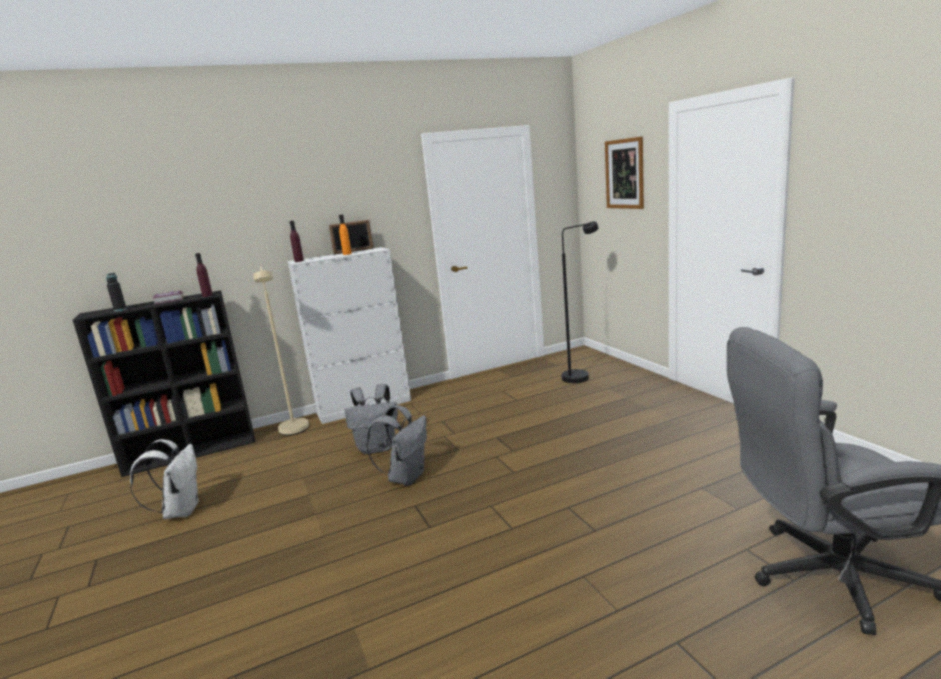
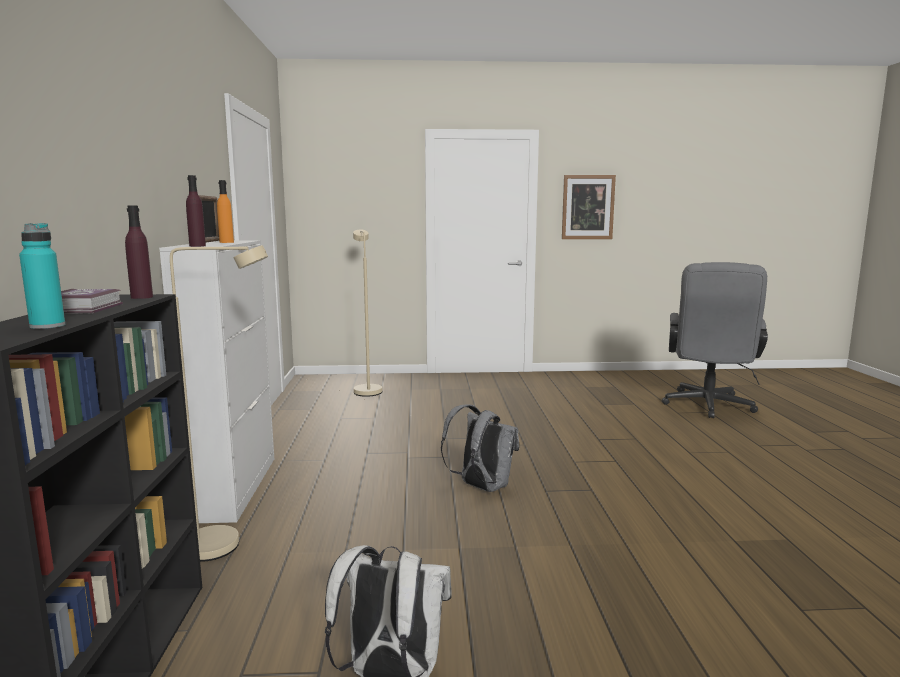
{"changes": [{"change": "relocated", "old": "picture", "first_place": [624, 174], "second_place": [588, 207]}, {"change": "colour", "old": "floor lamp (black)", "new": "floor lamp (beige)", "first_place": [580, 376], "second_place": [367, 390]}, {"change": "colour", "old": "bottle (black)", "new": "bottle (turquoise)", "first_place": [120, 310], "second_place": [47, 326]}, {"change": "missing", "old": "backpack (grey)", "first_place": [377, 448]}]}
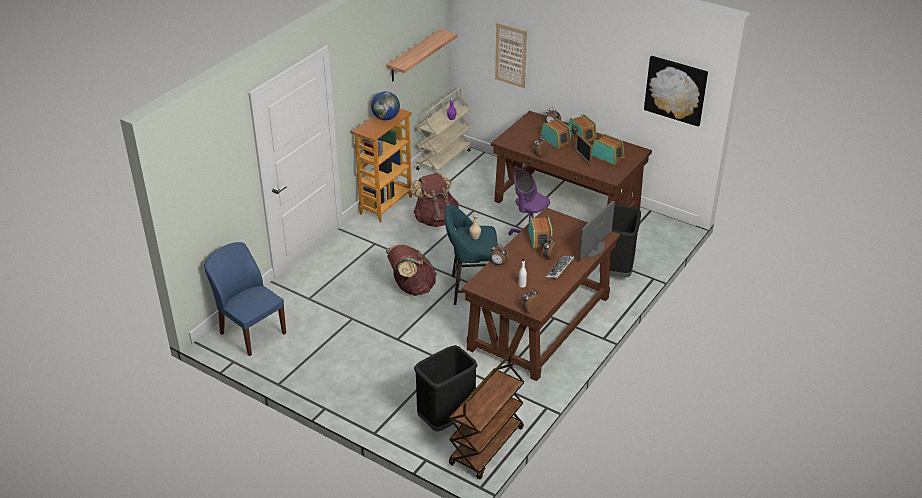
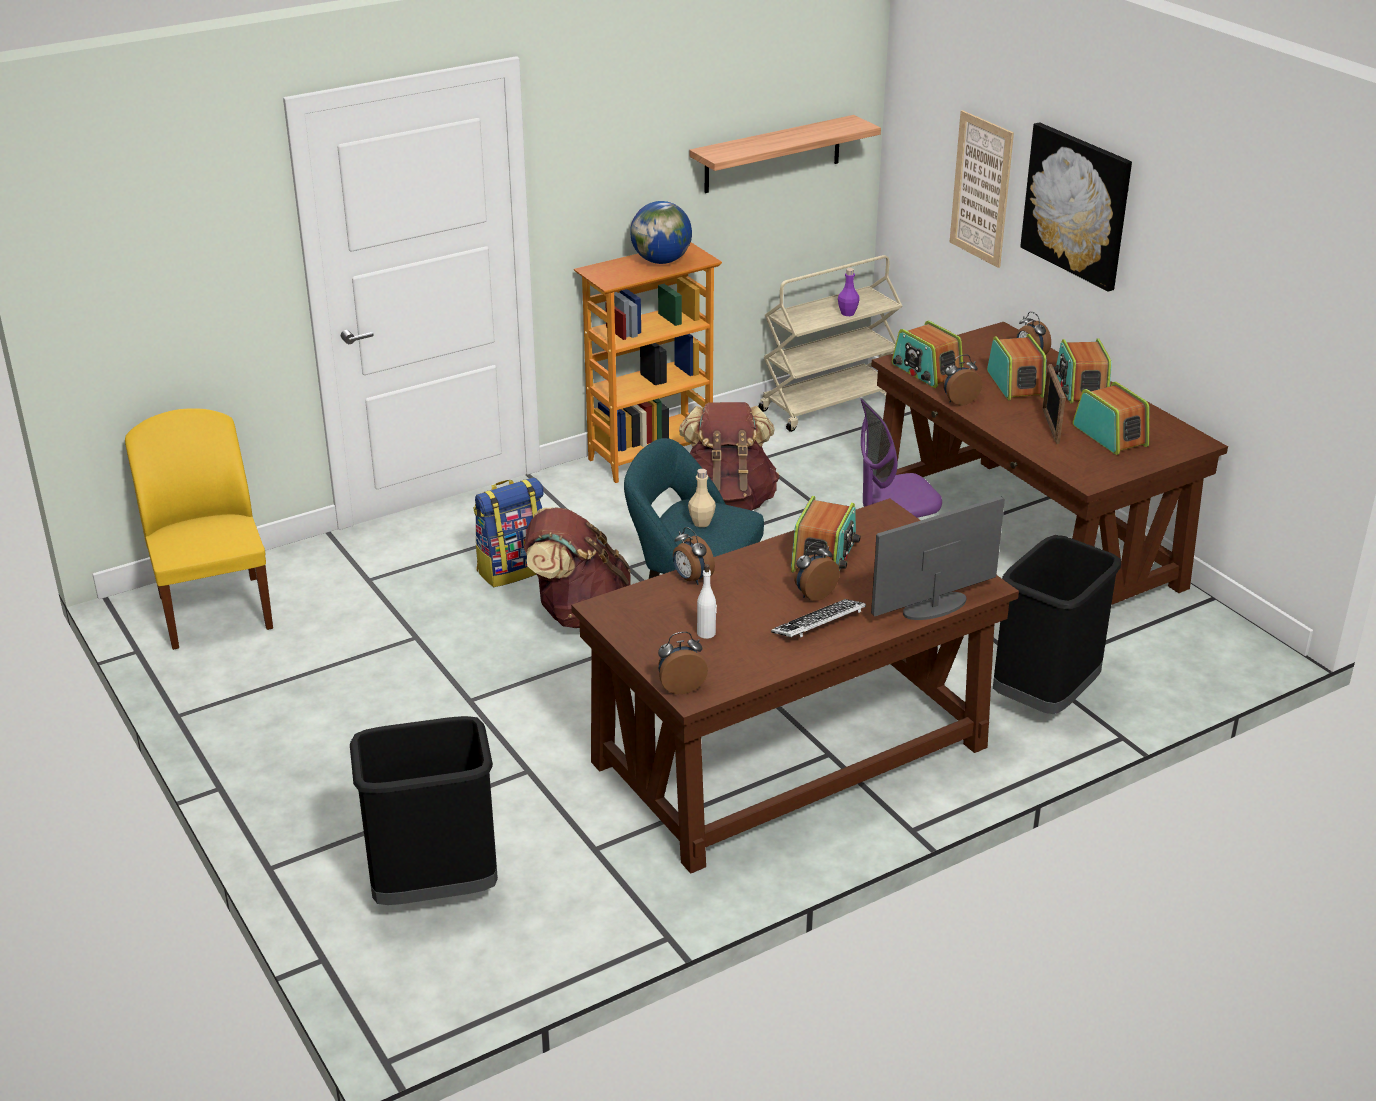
{"changes": [{"change": "relocated", "old": "picture", "first_place": [676, 90], "second_place": [1077, 205]}, {"change": "colour", "old": "chair (blue)", "new": "chair (yellow)", "first_place": [252, 332], "second_place": [215, 610]}, {"change": "missing", "old": "cart (brown)", "first_place": [487, 447]}, {"change": "appeared", "new": "radio", "second_place": [926, 371]}, {"change": "appeared", "new": "backpack", "second_place": [513, 569]}]}
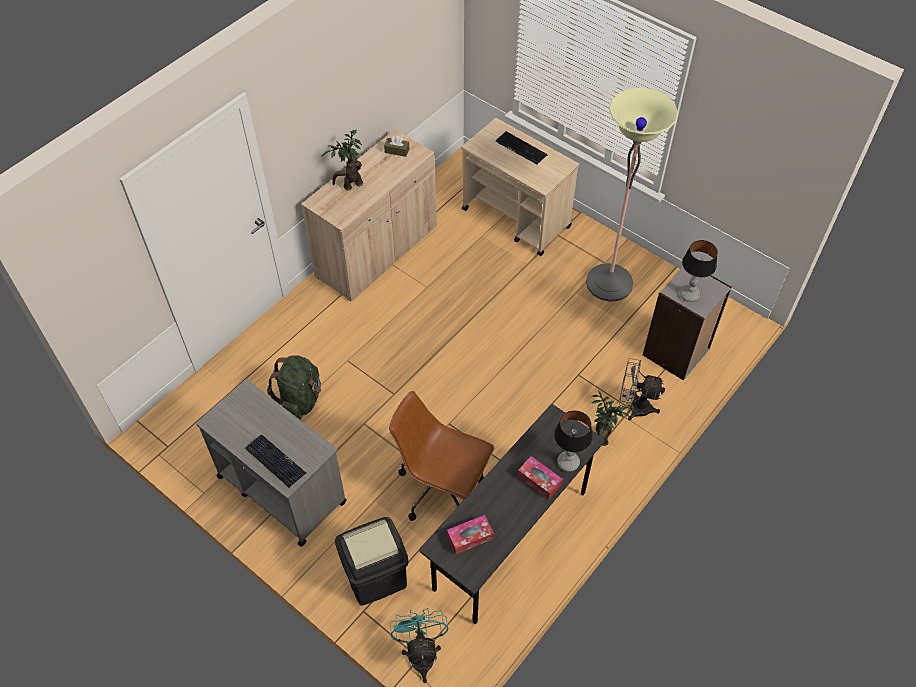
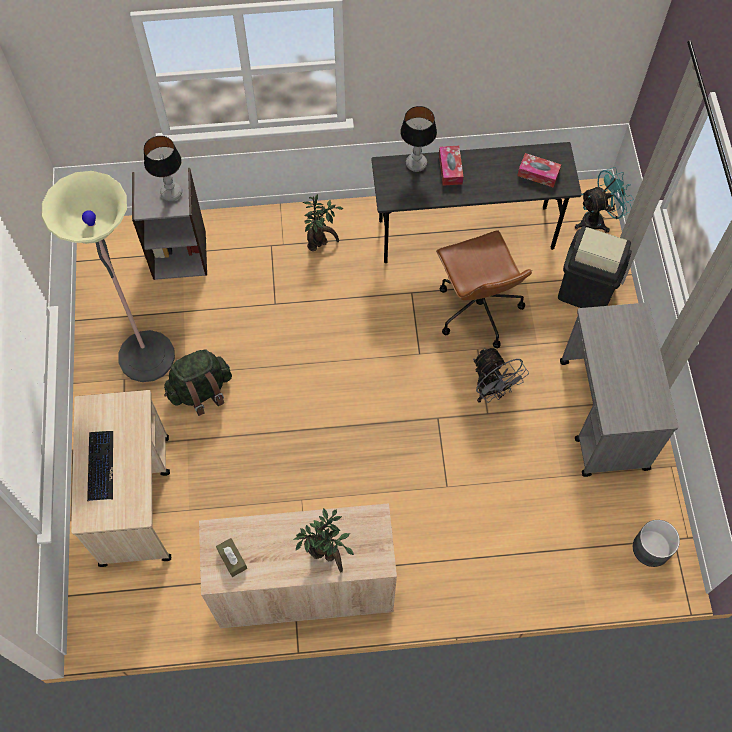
{"changes": [{"change": "relocated", "old": "backpack (green)", "first_place": [300, 400], "second_place": [201, 391]}, {"change": "relocated", "old": "fan (grey)", "first_place": [634, 407], "second_place": [491, 391]}, {"change": "missing", "old": "keyboard", "first_place": [275, 461]}, {"change": "spun", "old": "fan (turquoise)", "first_place": [421, 653], "second_place": [597, 219], "degrees": -150}, {"change": "appeared", "new": "planter (grey)", "second_place": [651, 549]}]}
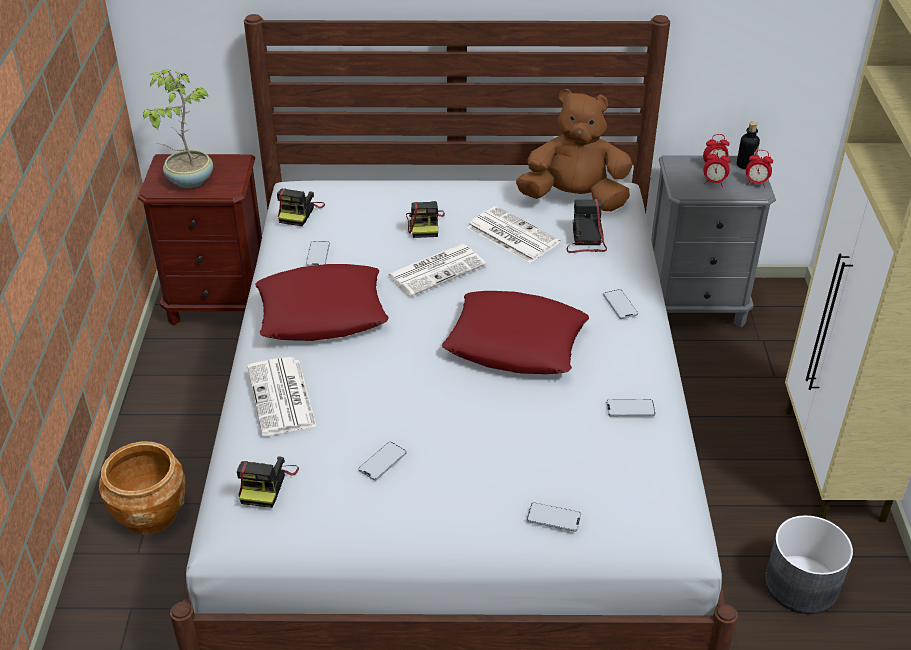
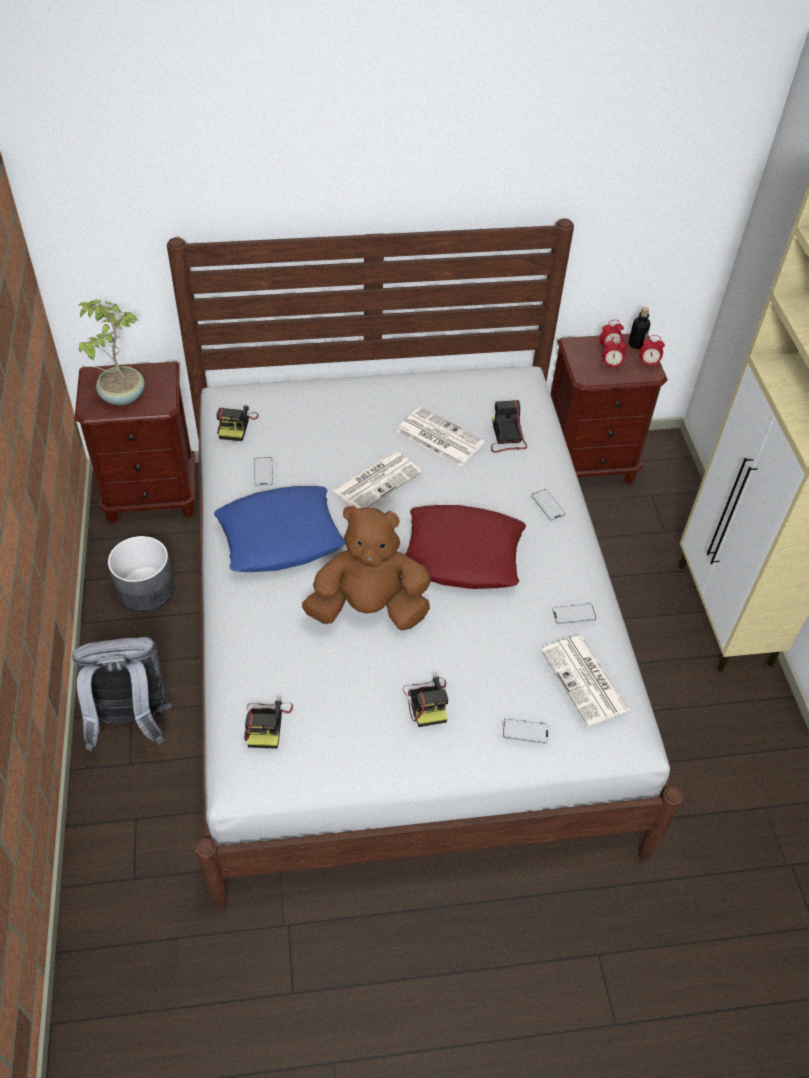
{"changes": [{"change": "relocated", "old": "plush toy (brown)", "first_place": [574, 199], "second_place": [369, 609]}, {"change": "colour", "old": "nightstand (grey)", "new": "nightstand (brown)", "first_place": [695, 305], "second_place": [588, 464]}, {"change": "relocated", "old": "photo camera", "first_place": [425, 224], "second_place": [427, 702]}, {"change": "colour", "old": "pillow (red)", "new": "pillow (blue)", "first_place": [322, 312], "second_place": [280, 536]}, {"change": "relocated", "old": "newspaper", "first_place": [282, 398], "second_place": [586, 681]}, {"change": "exchanged", "old": "planter (brown)", "new": "backpack (grey)", "first_place": [149, 514], "second_place": [132, 723]}, {"change": "missing", "old": "phone", "first_place": [382, 461]}, {"change": "relocated", "old": "planter (grey)", "first_place": [802, 585], "second_place": [146, 589]}]}
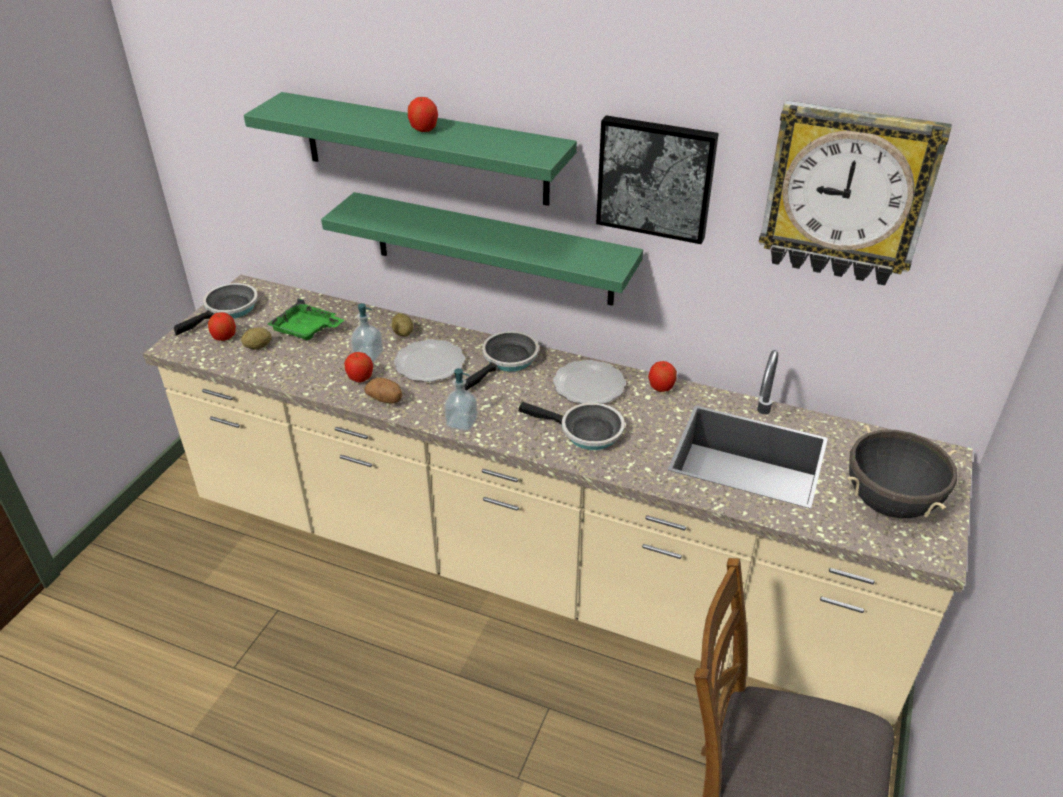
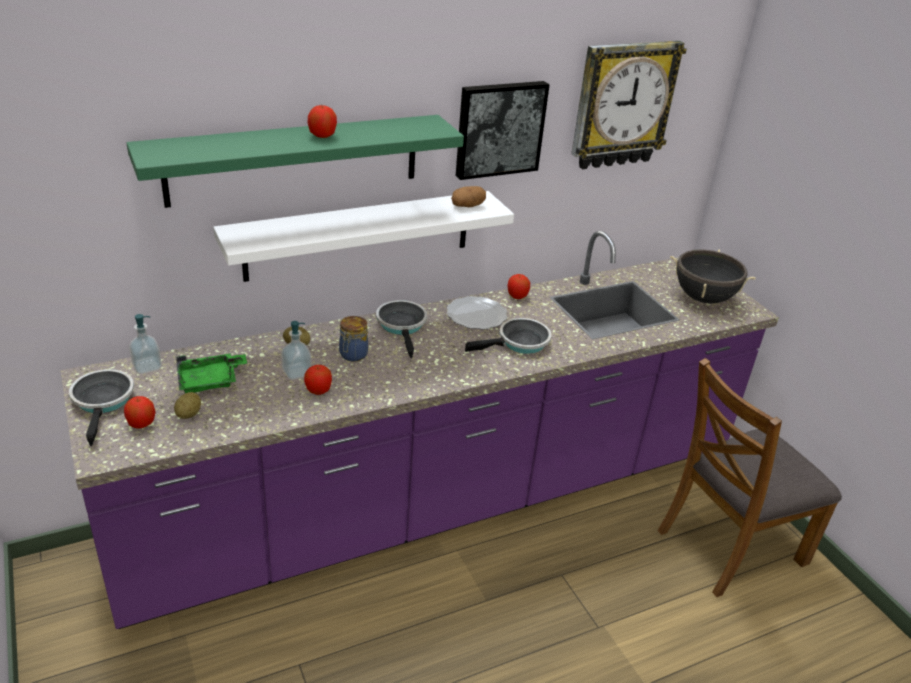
{"changes": [{"change": "colour", "old": "shelf (green)", "new": "shelf (white)", "first_place": [492, 249], "second_place": [359, 235]}, {"change": "colour", "old": "counter (beige)", "new": "counter (purple)", "first_place": [531, 568], "second_place": [441, 502]}, {"change": "exchanged", "old": "plate", "new": "jar", "first_place": [429, 364], "second_place": [352, 355]}, {"change": "relocated", "old": "soap dispenser", "first_place": [461, 423], "second_place": [147, 367]}, {"change": "relocated", "old": "potato", "first_place": [385, 399], "second_place": [467, 206]}]}
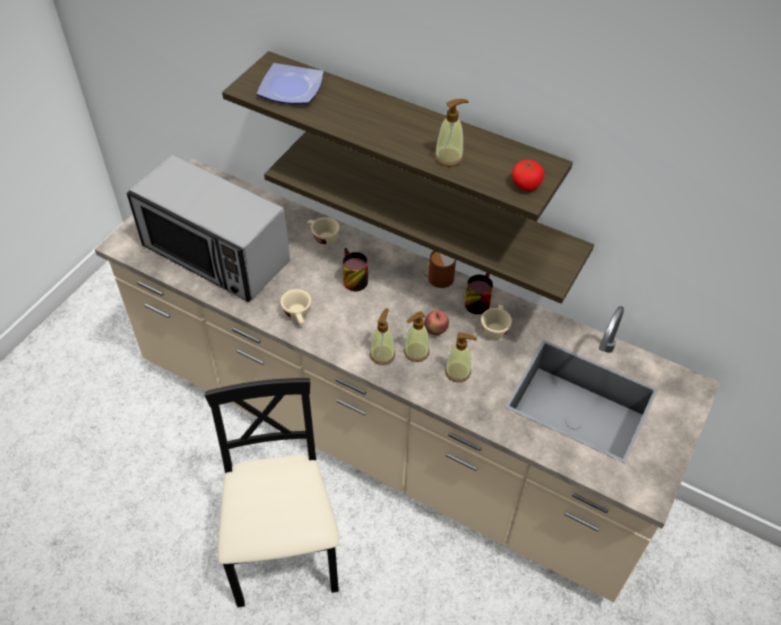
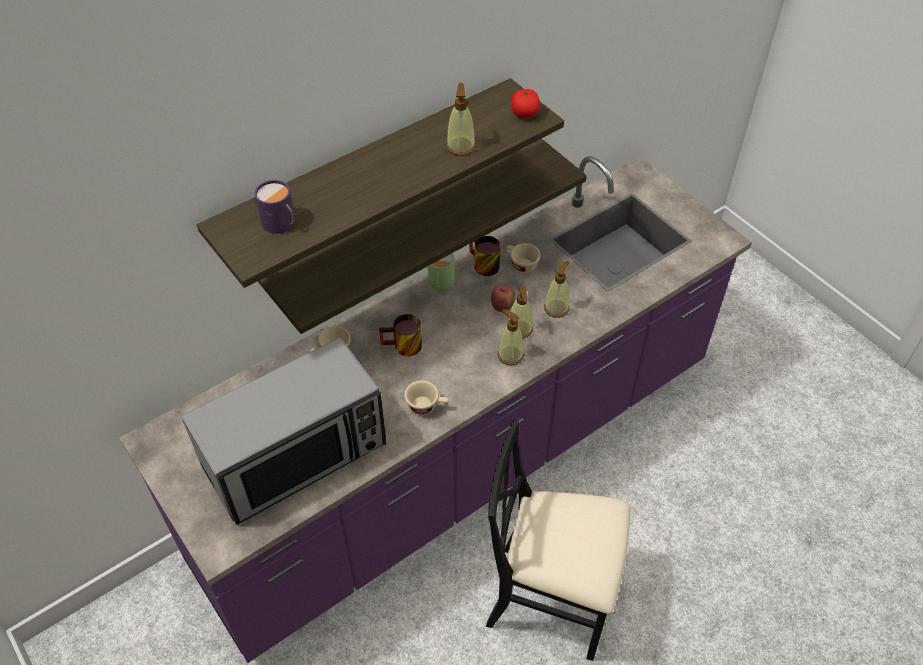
{"changes": [{"change": "exchanged", "old": "plate", "new": "mug (purple)", "first_place": [291, 89], "second_place": [281, 223]}, {"change": "colour", "old": "counter (beige)", "new": "counter (purple)", "first_place": [387, 434], "second_place": [461, 461]}, {"change": "colour", "old": "mug (brown)", "new": "mug (green)", "first_place": [437, 278], "second_place": [440, 282]}]}
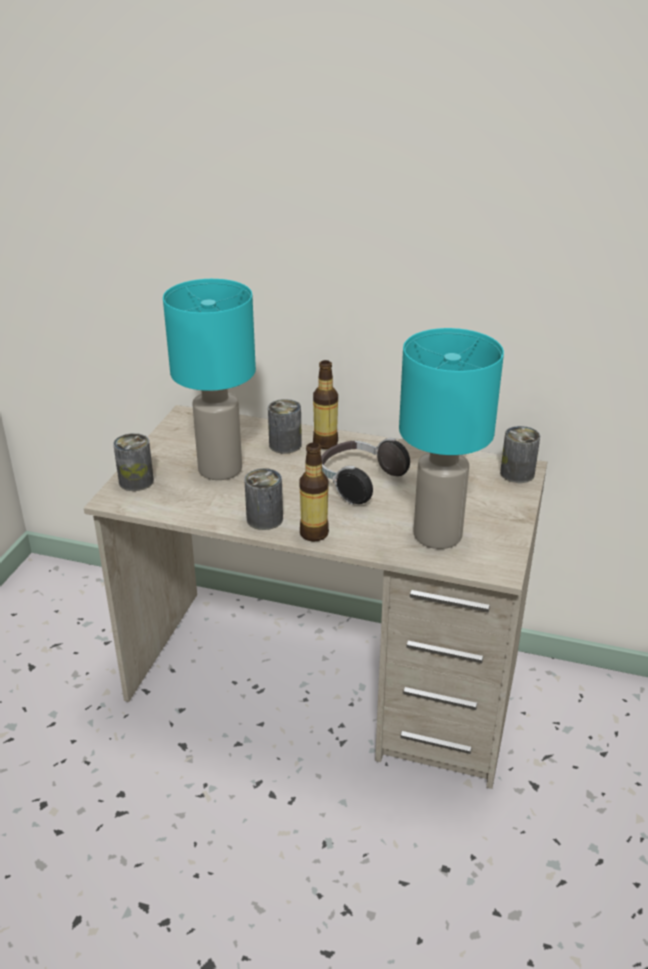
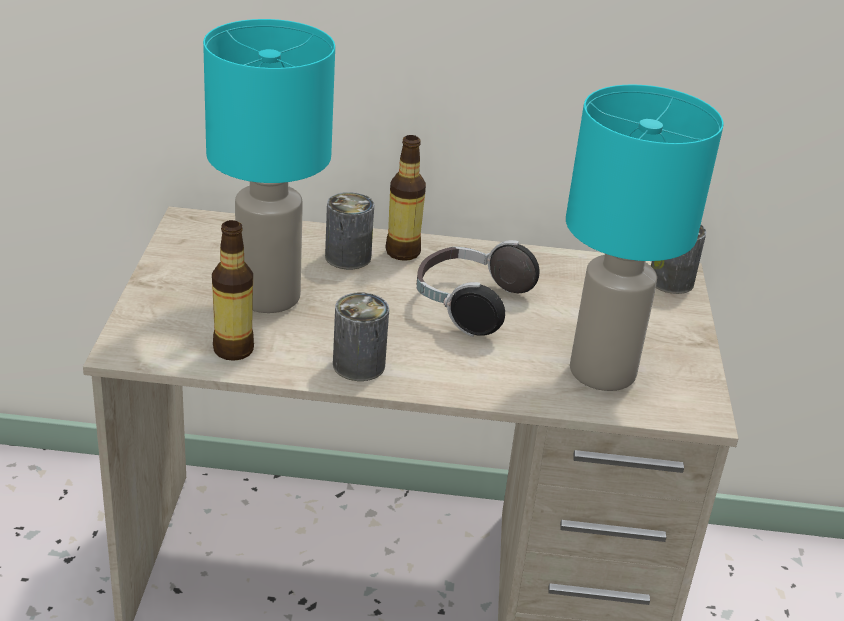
{"changes": [{"change": "missing", "old": "can", "first_place": [136, 481]}, {"change": "relocated", "old": "bottle", "first_place": [314, 533], "second_place": [233, 350]}]}
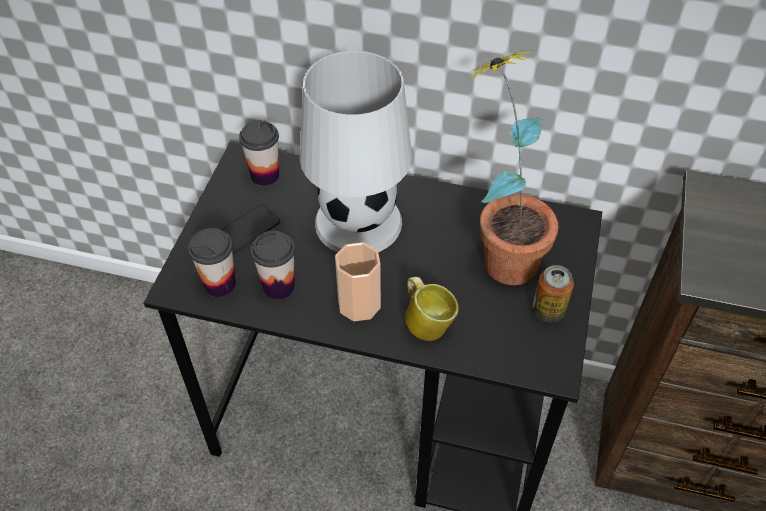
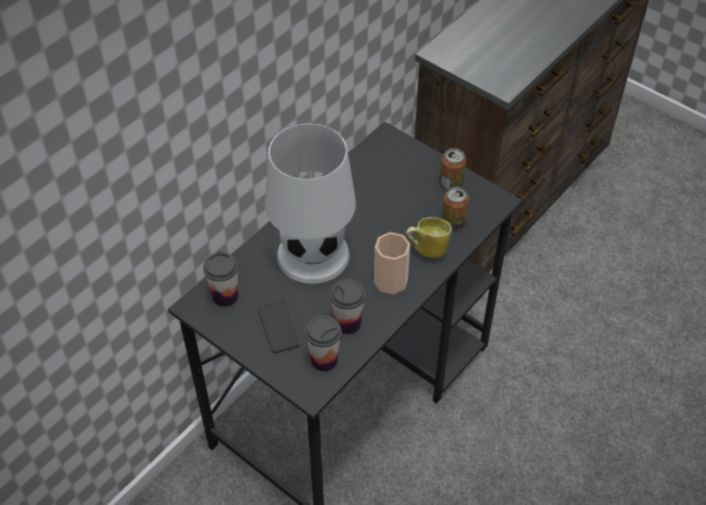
{"changes": [{"change": "missing", "old": "potted plant", "first_place": [500, 251]}, {"change": "appeared", "new": "can", "second_place": [453, 222]}]}
